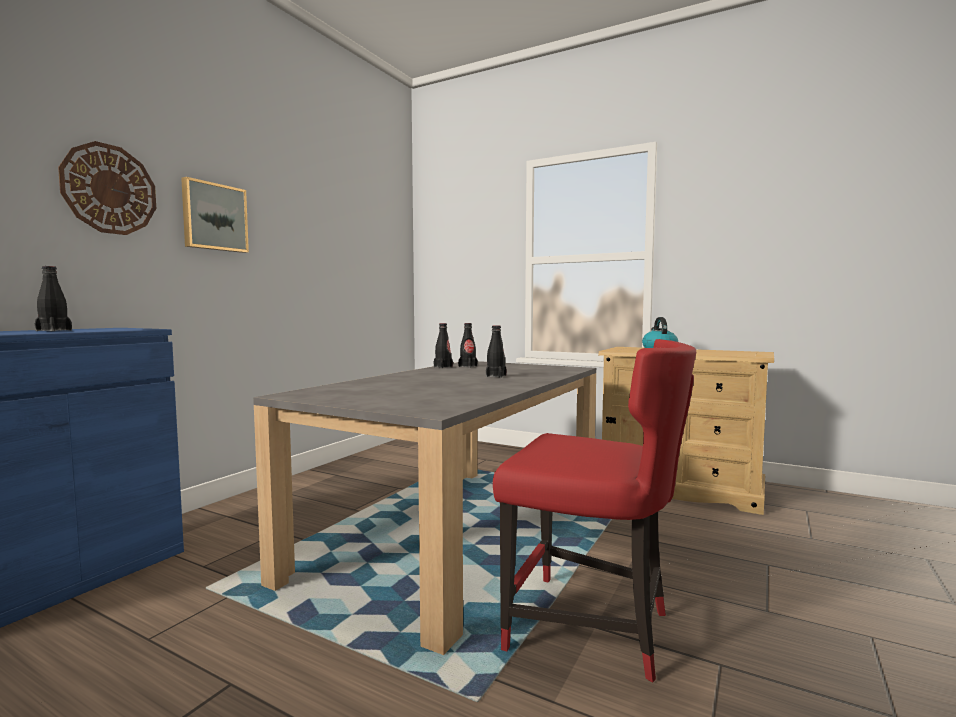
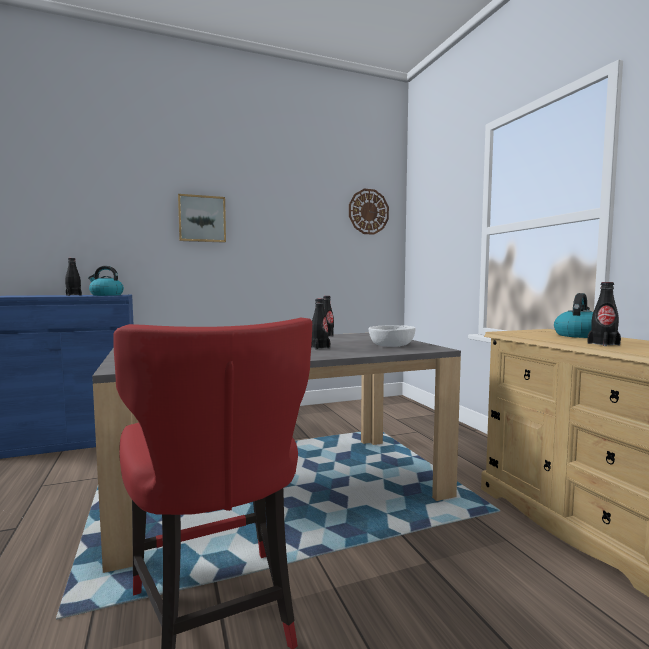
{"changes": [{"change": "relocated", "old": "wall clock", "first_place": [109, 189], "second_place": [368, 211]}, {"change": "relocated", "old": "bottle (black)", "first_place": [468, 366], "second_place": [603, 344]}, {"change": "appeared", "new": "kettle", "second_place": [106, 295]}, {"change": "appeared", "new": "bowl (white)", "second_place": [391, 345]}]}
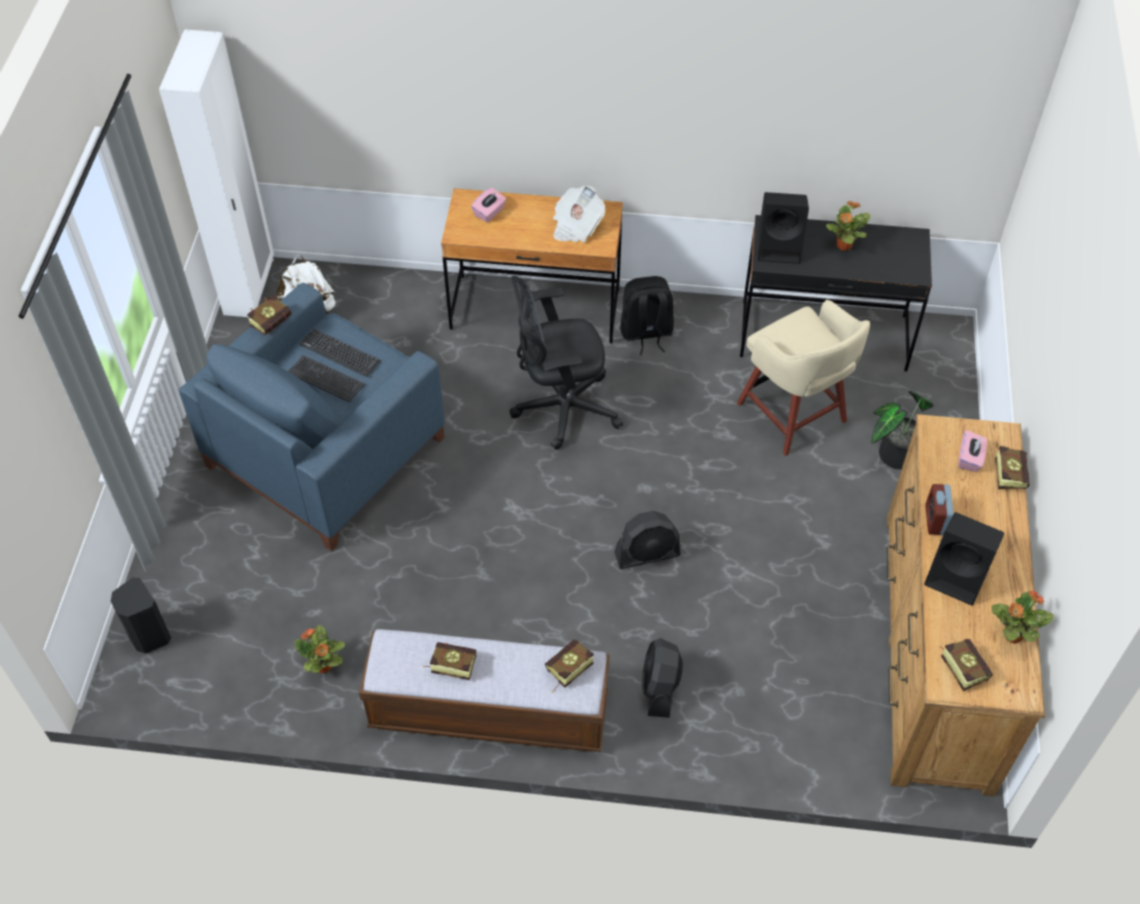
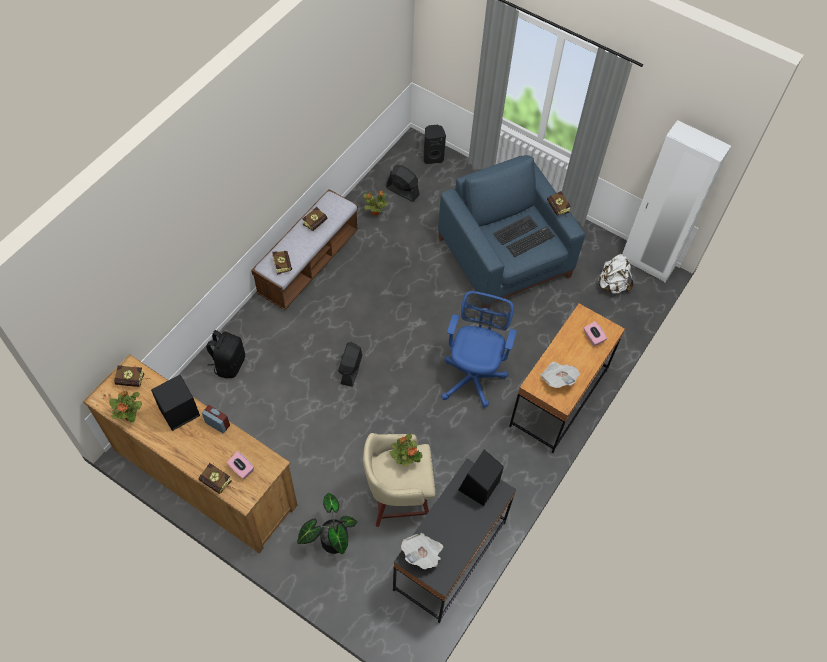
{"changes": [{"change": "relocated", "old": "potted plant", "first_place": [843, 246], "second_place": [405, 459]}, {"change": "colour", "old": "office chair (black)", "new": "office chair (blue)", "first_place": [561, 408], "second_place": [473, 376]}, {"change": "relocated", "old": "backpack (black)", "first_place": [646, 333], "second_place": [229, 364]}, {"change": "relocated", "old": "fan (black)", "first_place": [660, 687], "second_place": [402, 191]}, {"change": "appeared", "new": "newspaper", "second_place": [423, 554]}]}
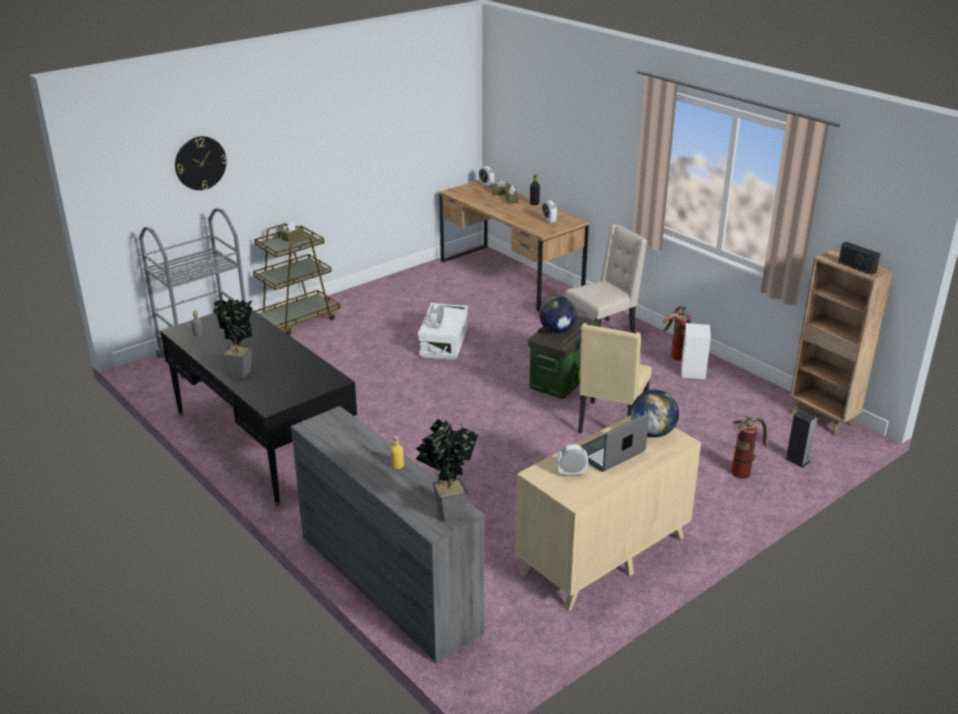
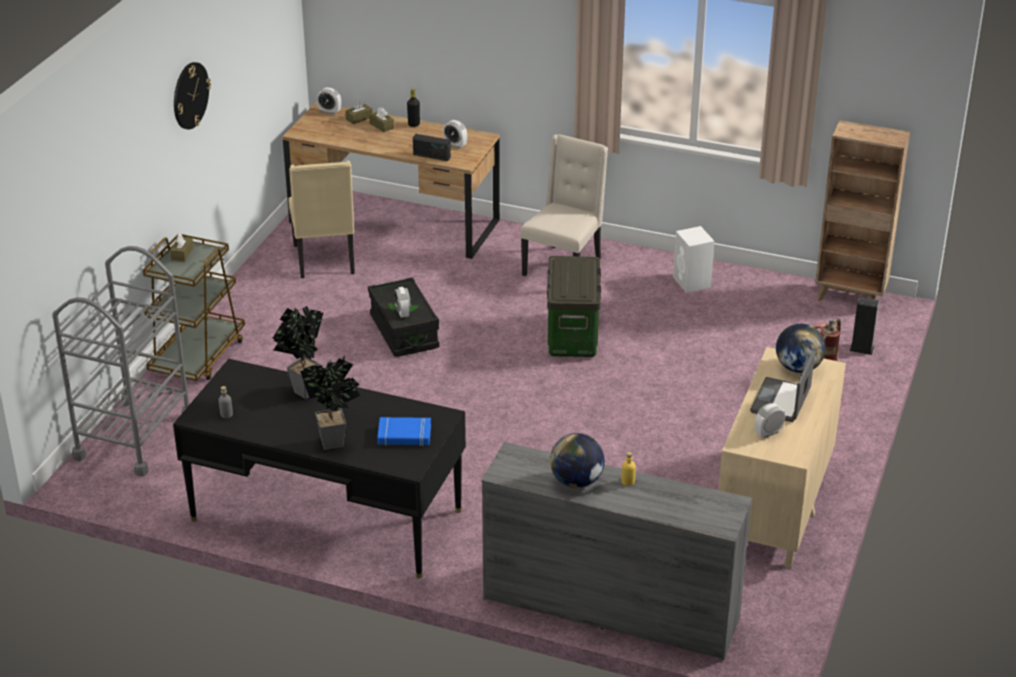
{"changes": [{"change": "relocated", "old": "wall clock", "first_place": [200, 163], "second_place": [190, 95]}, {"change": "relocated", "old": "radio", "first_place": [856, 267], "second_place": [431, 156]}, {"change": "relocated", "old": "globe", "first_place": [557, 331], "second_place": [576, 481]}, {"change": "colour", "old": "storage box (white)", "new": "storage box (black)", "first_place": [444, 343], "second_place": [404, 332]}, {"change": "missing", "old": "fire extinguisher", "first_place": [673, 354]}, {"change": "relocated", "old": "chair (beige)", "first_place": [610, 423], "second_place": [325, 260]}, {"change": "relocated", "old": "potted plant", "first_place": [445, 513], "second_place": [302, 392]}, {"change": "appeared", "new": "book (blue)", "second_place": [404, 435]}]}
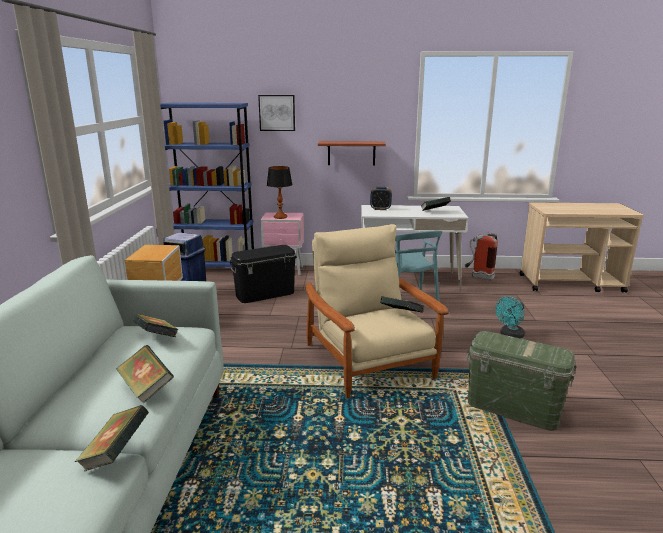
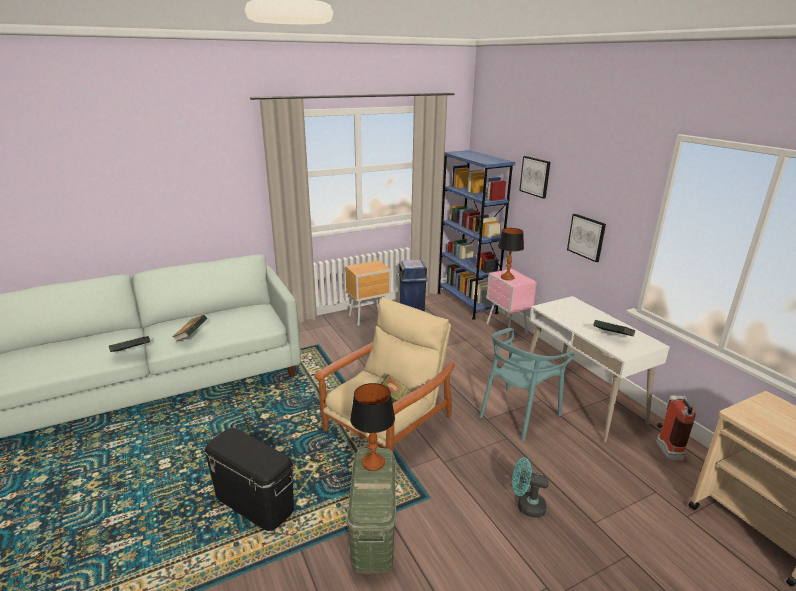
{"changes": [{"change": "exchanged", "old": "shelf", "new": "picture", "first_place": [351, 153], "second_place": [586, 237]}, {"change": "missing", "old": "alarm clock", "first_place": [380, 209]}, {"change": "relocated", "old": "storage box (black)", "first_place": [265, 294], "second_place": [255, 502]}, {"change": "missing", "old": "book", "first_place": [157, 338]}, {"change": "appeared", "new": "table lamp", "second_place": [373, 463]}]}
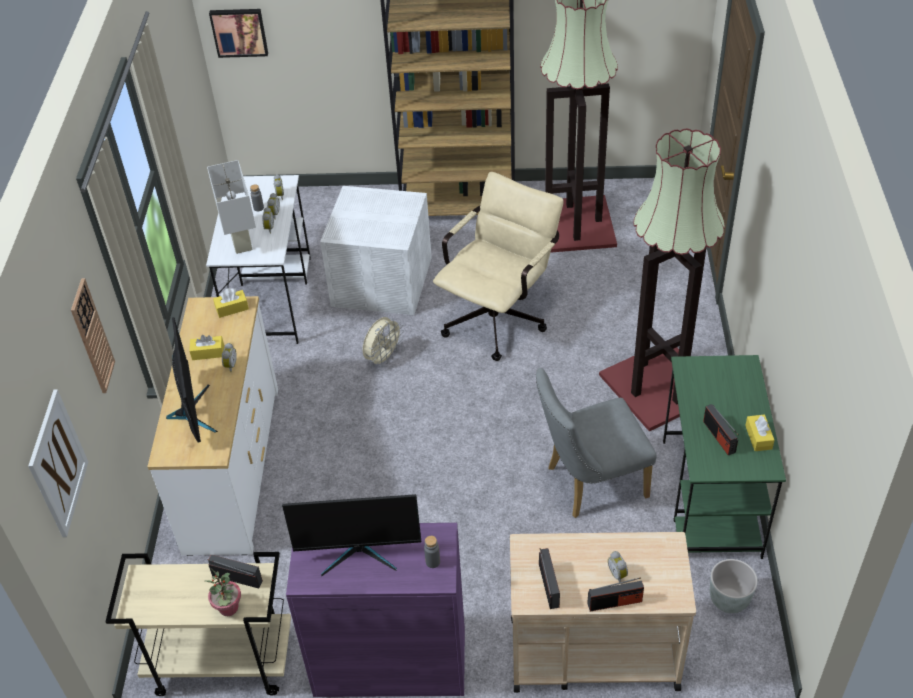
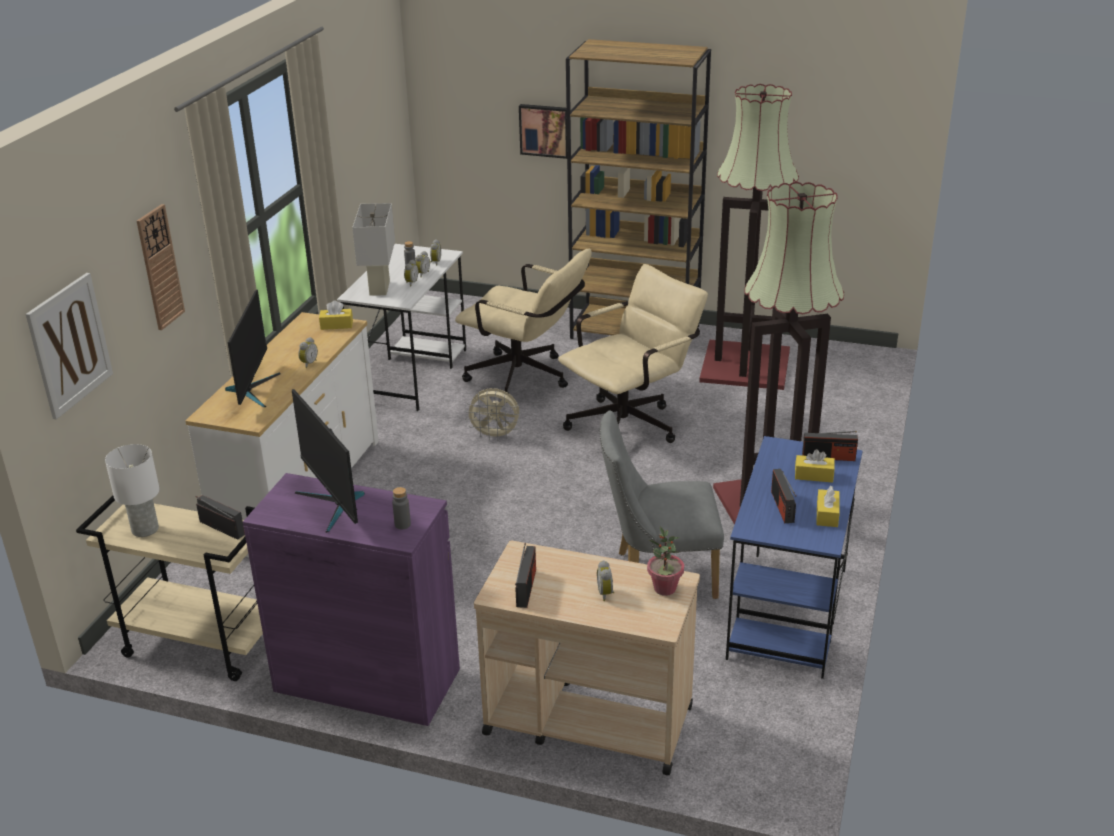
{"changes": [{"change": "relocated", "old": "picture", "first_place": [239, 31], "second_place": [545, 130]}, {"change": "exchanged", "old": "storage box (white)", "new": "office chair (beige)", "first_place": [383, 282], "second_place": [526, 379]}, {"change": "spun", "old": "fan (beige)", "first_place": [383, 358], "second_place": [495, 436], "degrees": 45}, {"change": "relocated", "old": "tissue box (yellow)", "first_place": [208, 352], "second_place": [814, 475]}, {"change": "colour", "old": "desk (green)", "new": "desk (blue)", "first_place": [711, 498], "second_place": [788, 613]}, {"change": "spun", "old": "monitor", "first_place": [359, 553], "second_place": [334, 504], "degrees": 45}, {"change": "missing", "old": "planter (grey)", "first_place": [729, 601]}, {"change": "relocated", "old": "potted plant", "first_place": [228, 608], "second_place": [665, 588]}, {"change": "relocated", "old": "radio", "first_place": [615, 602], "second_place": [828, 457]}, {"change": "appeared", "new": "table lamp (white)", "second_place": [145, 529]}]}
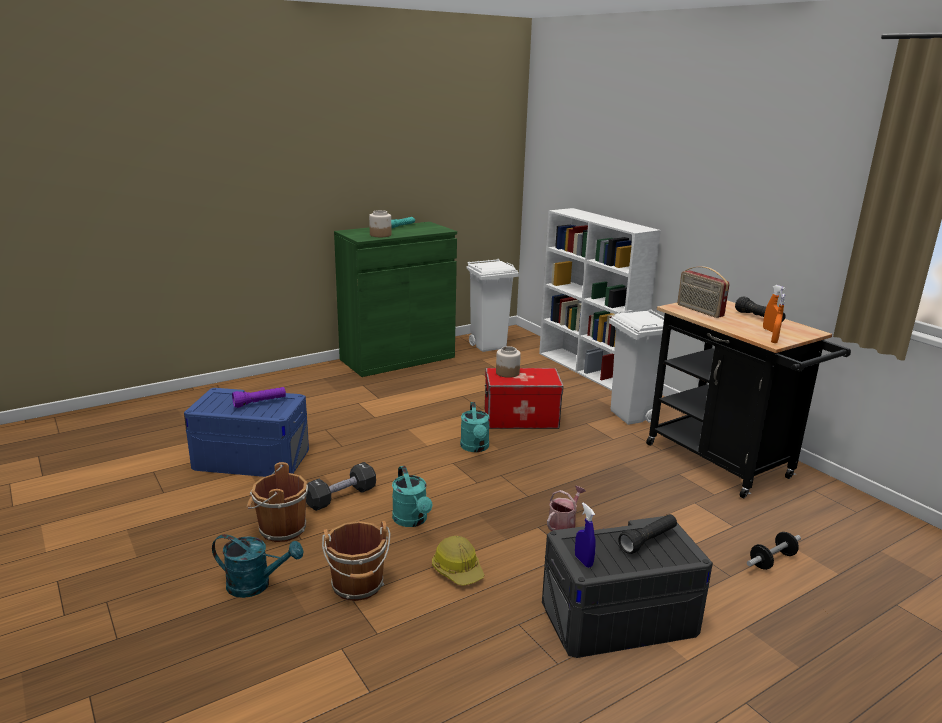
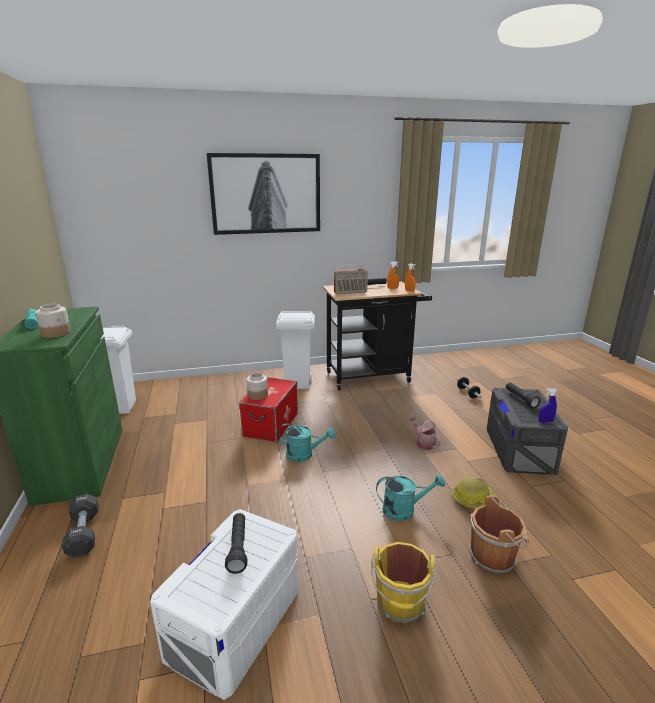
{"changes": [{"change": "missing", "old": "bookcase (white)", "first_place": [588, 370]}, {"change": "colour", "old": "flashlight (purple)", "new": "flashlight (black)", "first_place": [260, 403], "second_place": [238, 548]}, {"change": "colour", "old": "storage box (blue)", "new": "storage box (white)", "first_place": [251, 459], "second_place": [236, 621]}, {"change": "colour", "old": "bucket (brown)", "new": "bucket (yellow)", "first_place": [280, 529], "second_place": [400, 604]}, {"change": "relocated", "old": "dumbbell (black)", "first_place": [341, 497], "second_place": [84, 533]}, {"change": "missing", "old": "watering can (turquoise)", "first_place": [256, 585]}, {"change": "appeared", "new": "picture", "second_place": [266, 194]}]}
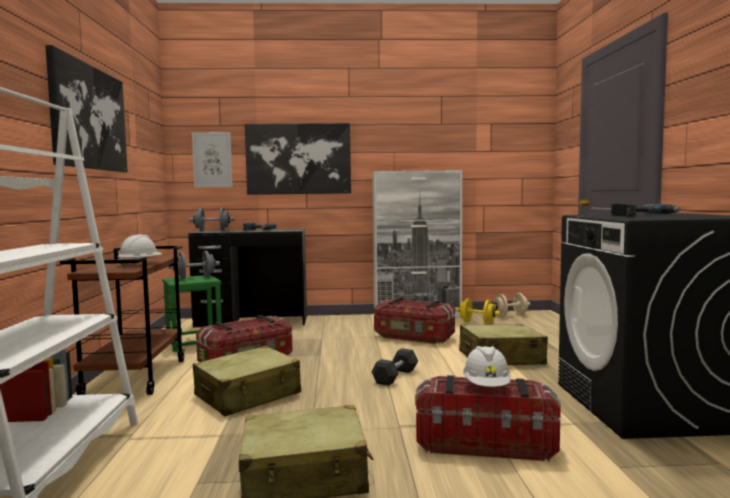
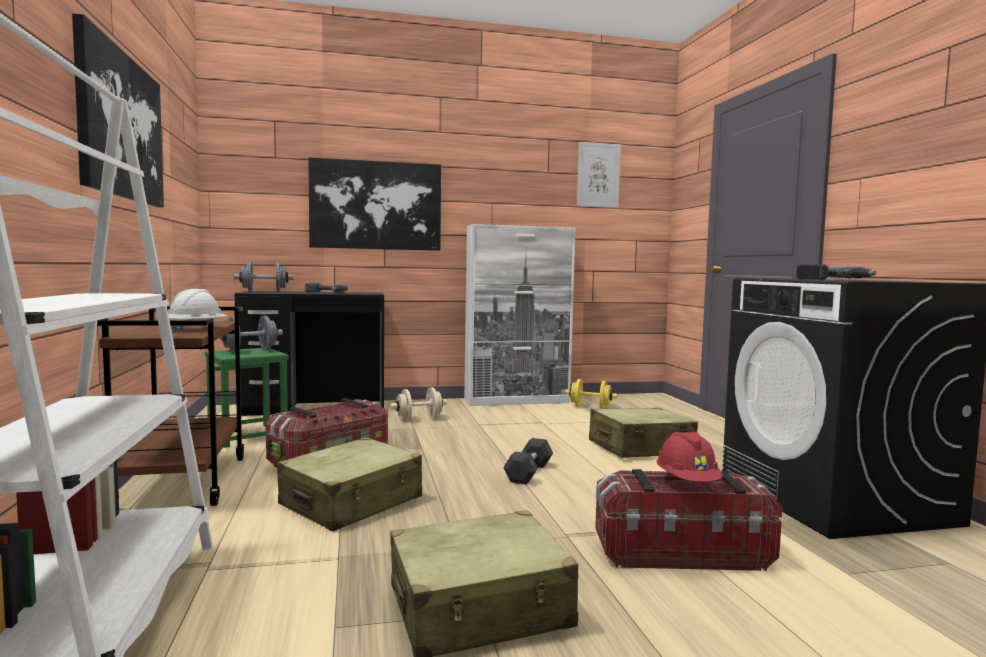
{"changes": [{"change": "relocated", "old": "picture", "first_place": [212, 159], "second_place": [598, 175]}, {"change": "relocated", "old": "dumbbell (beige)", "first_place": [510, 316], "second_place": [419, 419]}, {"change": "missing", "old": "storage box", "first_place": [413, 337]}, {"change": "colour", "old": "hard hat (white)", "new": "hard hat (red)", "first_place": [486, 387], "second_place": [687, 482]}]}
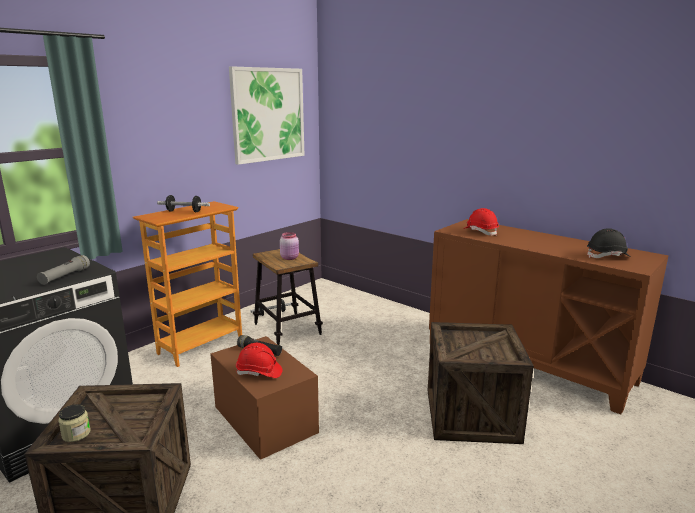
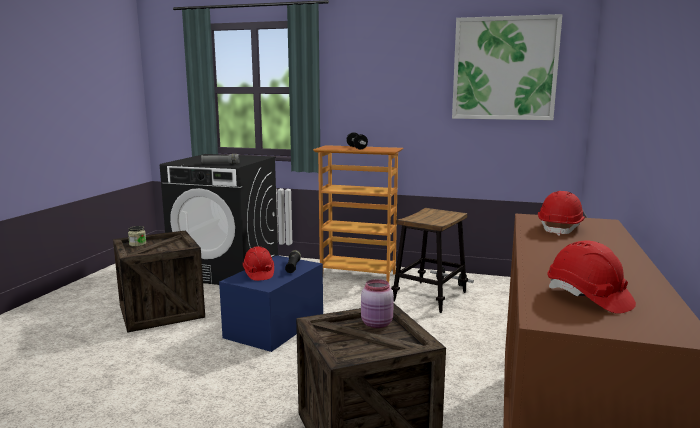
{"changes": [{"change": "colour", "old": "hard hat (black)", "new": "hard hat (red)", "first_place": [607, 256], "second_place": [588, 298]}, {"change": "relocated", "old": "jar (pink)", "first_place": [290, 258], "second_place": [377, 324]}, {"change": "colour", "old": "storage box (brown)", "new": "storage box (blue)", "first_place": [264, 419], "second_place": [275, 326]}]}
